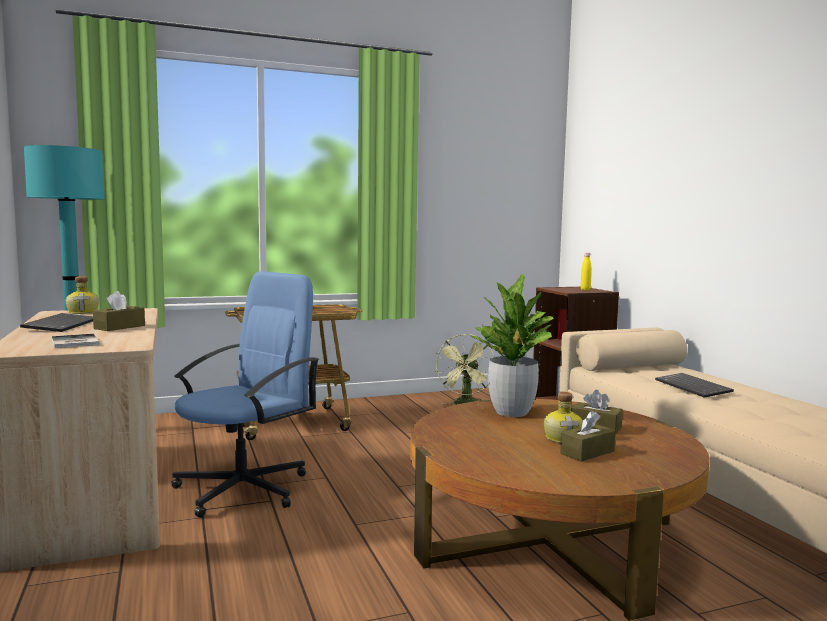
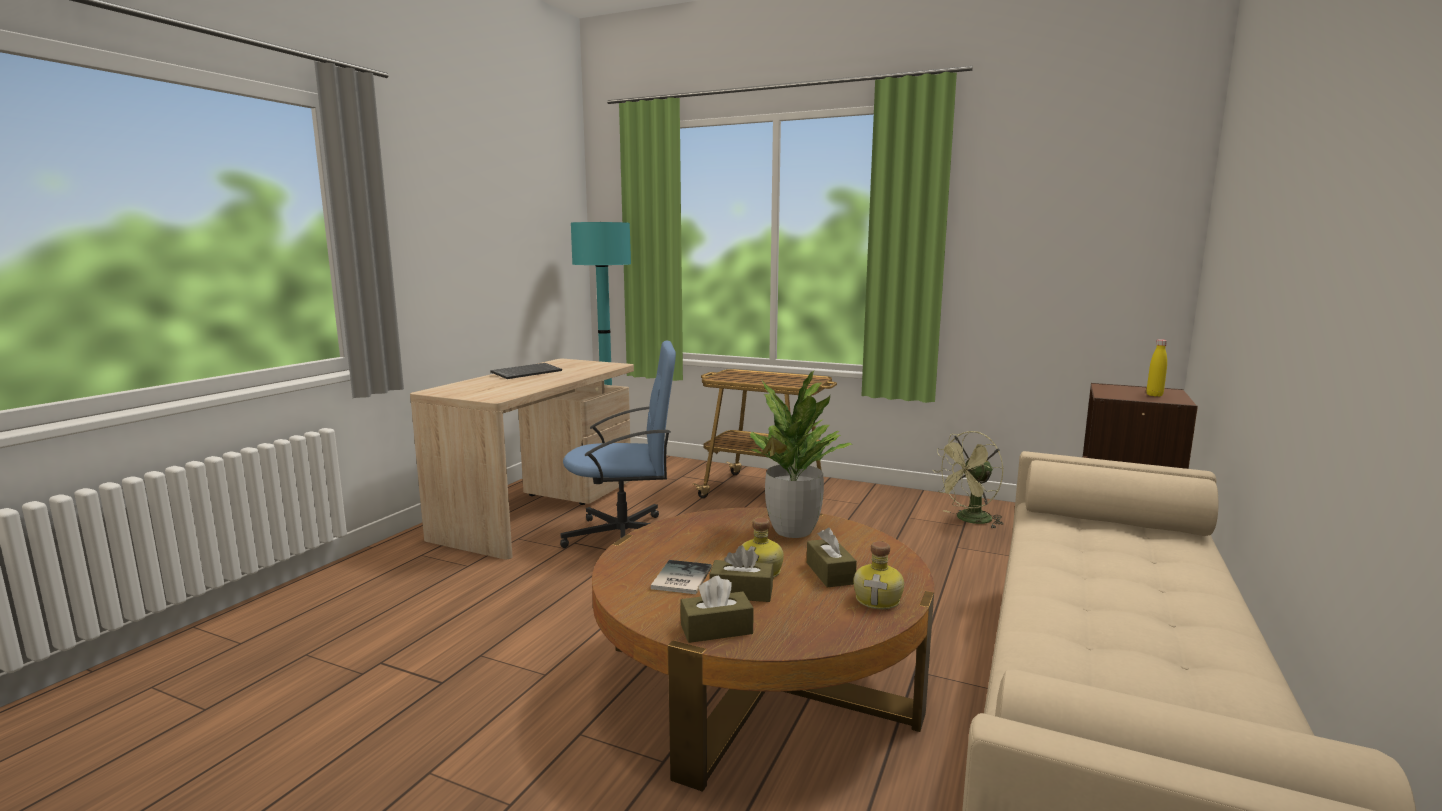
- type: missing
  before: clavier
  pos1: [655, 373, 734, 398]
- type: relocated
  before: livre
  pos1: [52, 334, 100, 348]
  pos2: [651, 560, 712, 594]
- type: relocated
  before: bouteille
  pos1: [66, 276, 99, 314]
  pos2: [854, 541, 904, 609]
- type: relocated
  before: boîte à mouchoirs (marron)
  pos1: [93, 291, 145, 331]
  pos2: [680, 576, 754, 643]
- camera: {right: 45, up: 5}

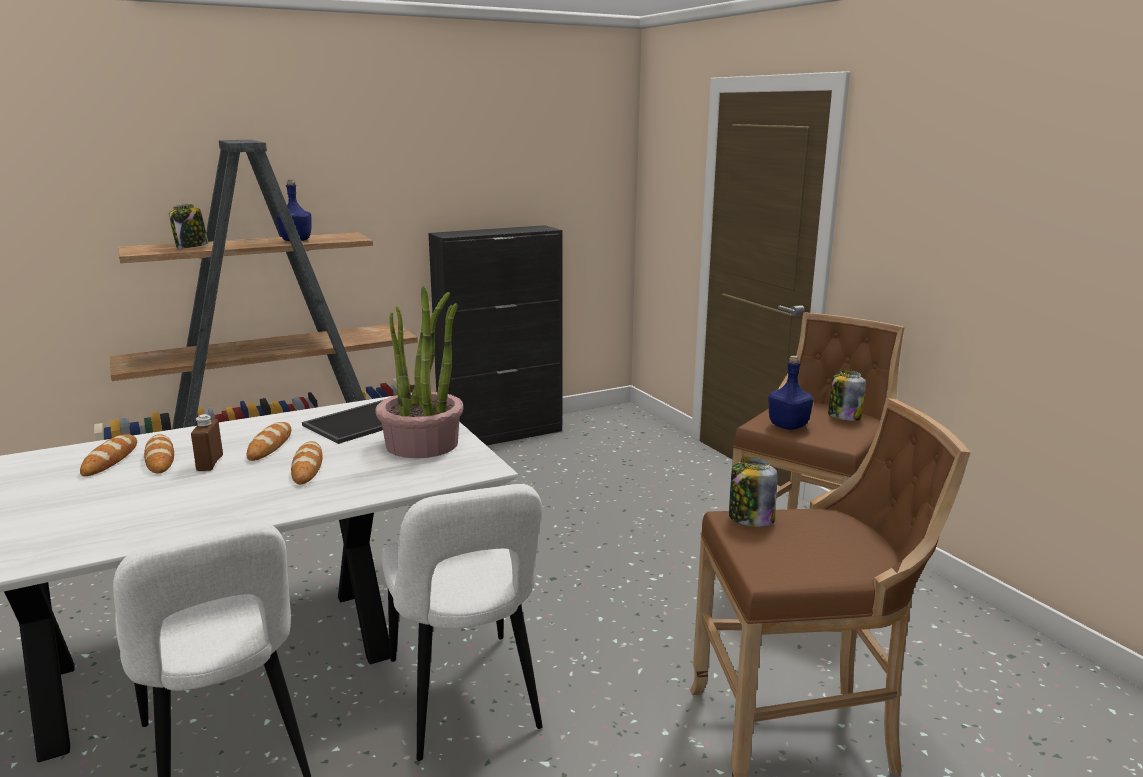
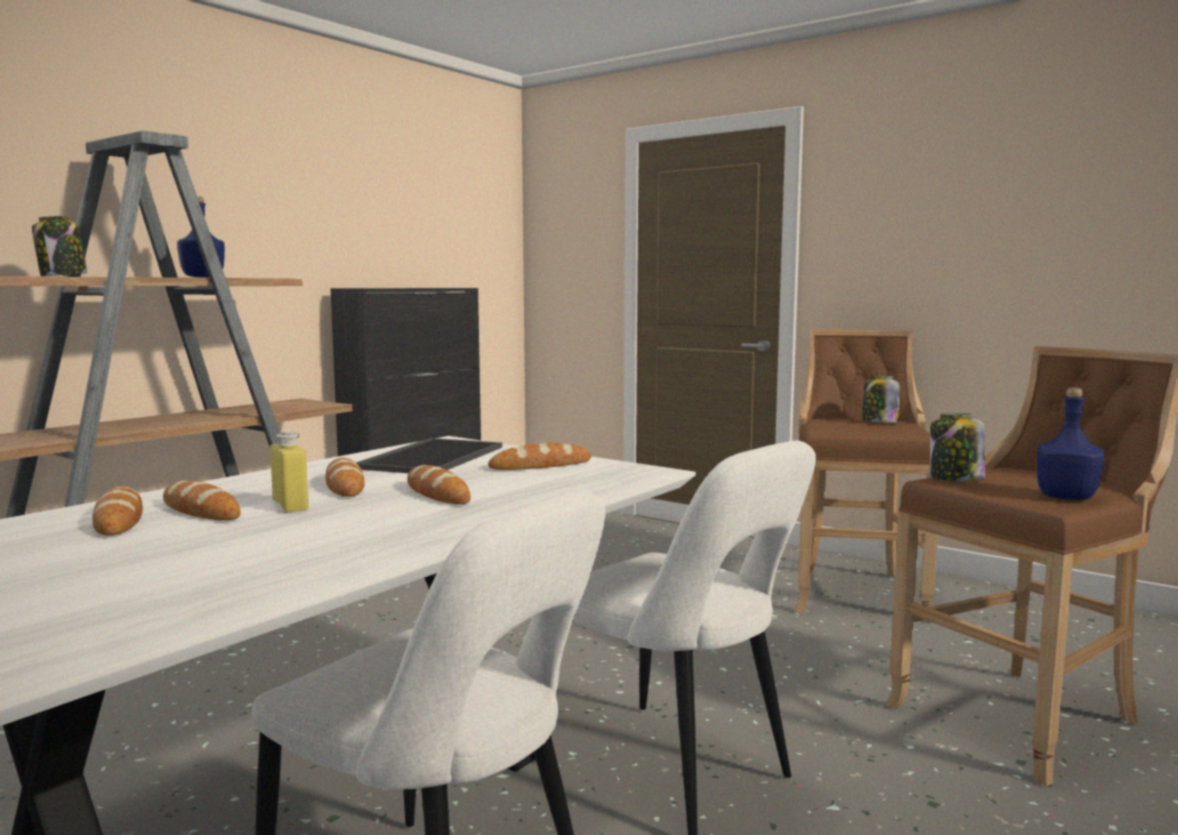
- type: relocated
  before: bouteille (bleu)
  pos1: [768, 356, 813, 430]
  pos2: [1037, 388, 1104, 500]
- type: exchanged
  before: plante en pot
  after: pain
  pos1: [375, 286, 463, 458]
  pos2: [488, 443, 591, 470]
- type: colour
  before: bouteille (marron)
  after: bouteille (jaune)
  pos1: [191, 414, 223, 471]
  pos2: [270, 431, 309, 512]
- camera: {right: -25, up: -10}

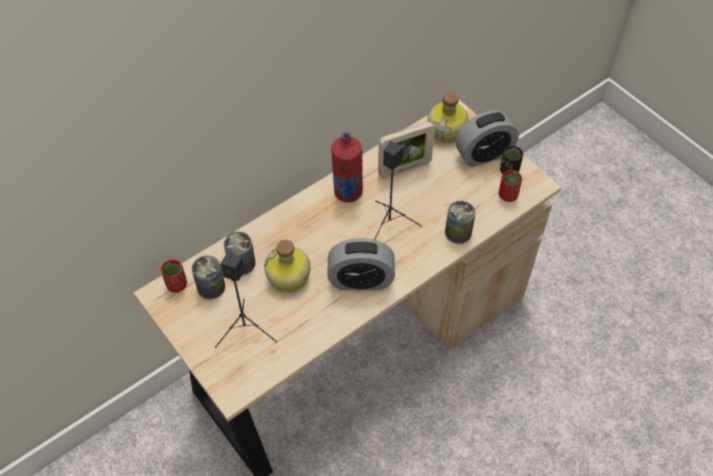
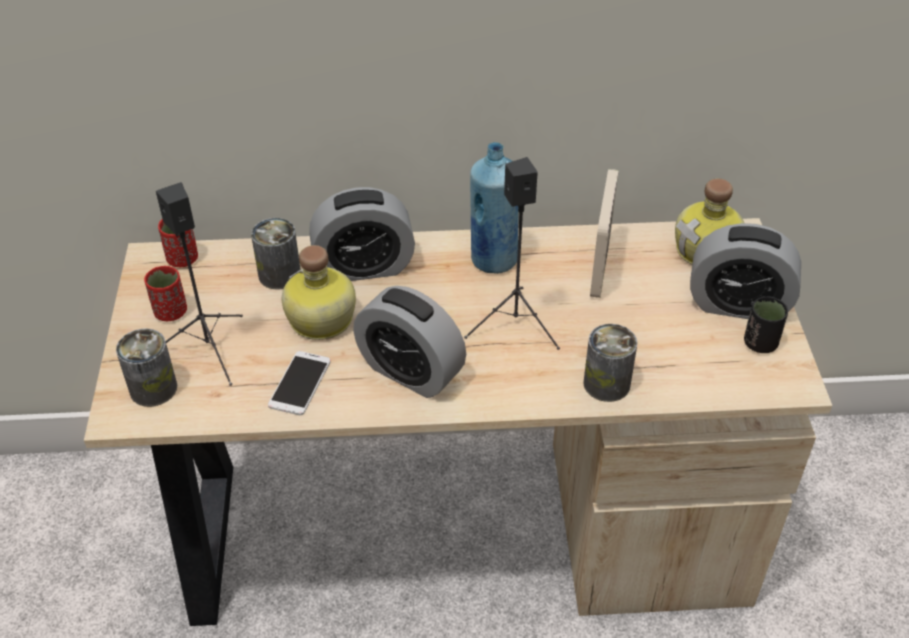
- type: appeared
  after: téléphone
  pos2: [268, 351, 331, 415]
- type: appeared
  after: réveil
  pos2: [309, 187, 415, 281]
- type: relocated
  before: boîte métallique
  pos1: [192, 255, 225, 299]
  pos2: [116, 328, 177, 407]
- type: relocated
  before: tasse (rouge)
  pos1: [499, 170, 522, 202]
  pos2: [144, 266, 187, 321]
- type: colour
  before: bouteille (rouge)
  after: bouteille (bleu)
  pos1: [331, 132, 363, 202]
  pos2: [470, 142, 518, 274]
- type: spun
  before: cadre photo
  pos1: [378, 122, 435, 178]
  pos2: [590, 169, 619, 298]
  turn: 90
- camera: {right: 35, up: -10}

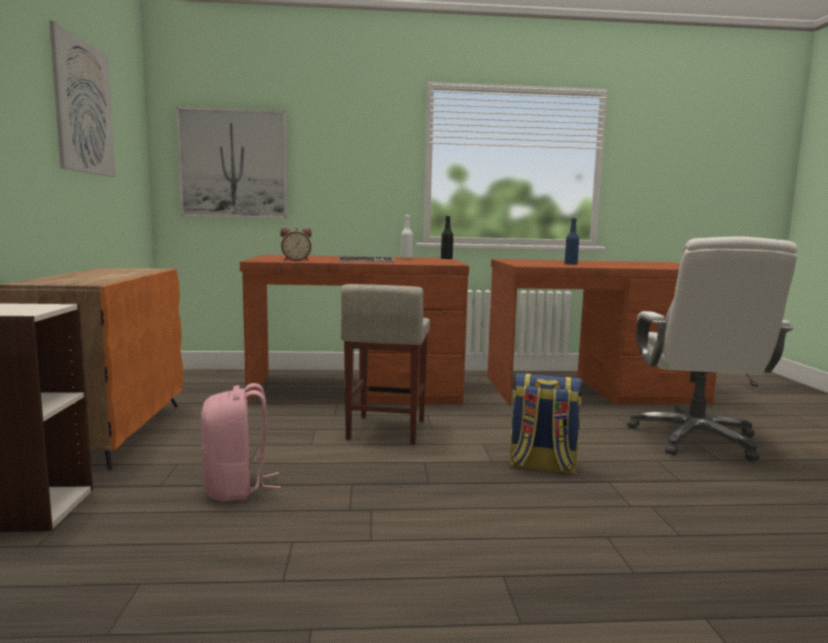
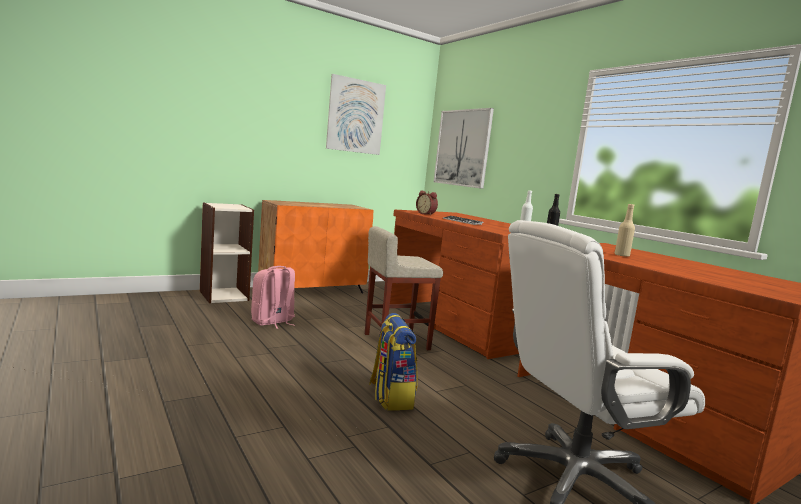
- type: colour
  before: bouteille (bleu)
  after: bouteille (beige)
  pos1: [565, 218, 579, 265]
  pos2: [615, 204, 635, 257]
- camera: {right: 60, up: 0}

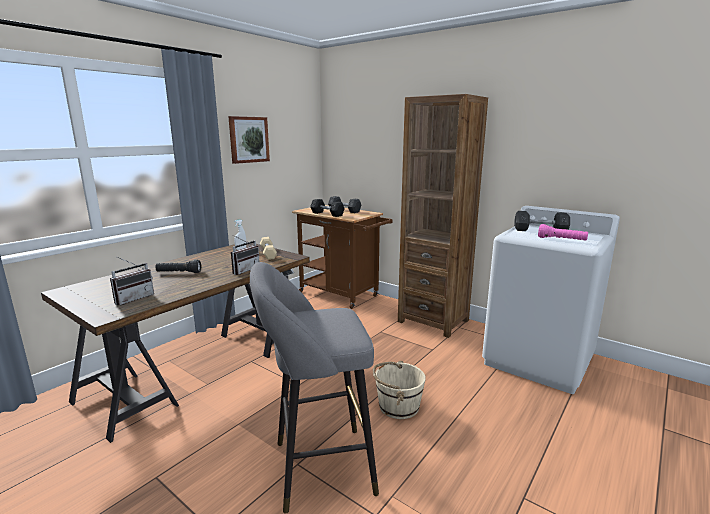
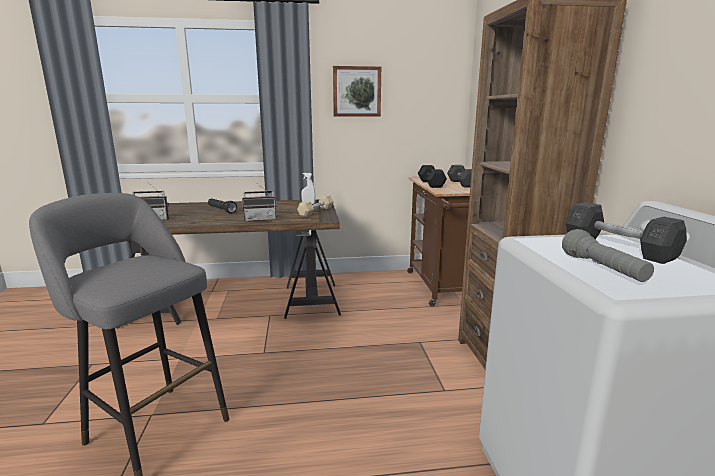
- type: missing
  before: seau (beige)
  pos1: [373, 361, 426, 419]
- type: colour
  before: lampe de poche (rose)
  after: lampe de poche (gris)
  pos1: [538, 224, 588, 241]
  pos2: [562, 229, 654, 282]
- camera: {right: 45, up: 0}

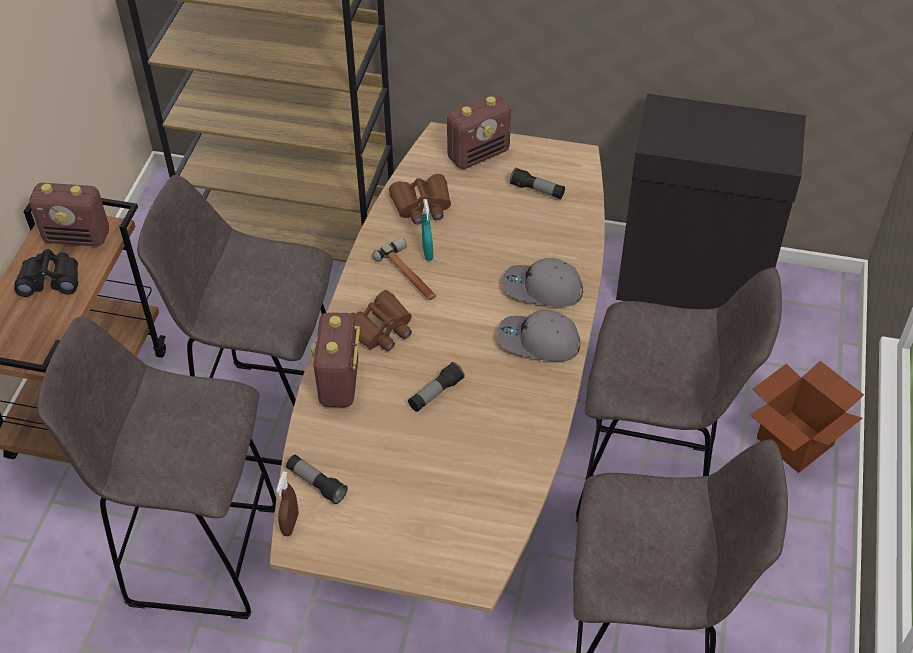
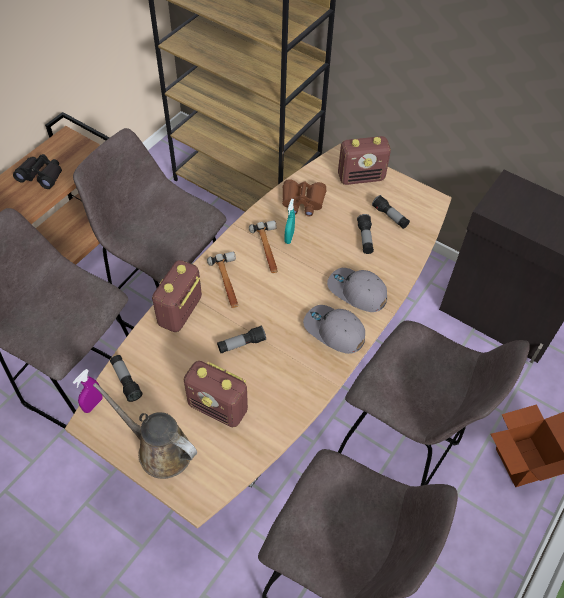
- type: appeared
  after: arrosoir (marron)
  pos2: [93, 383, 197, 479]
- type: appeared
  after: lampe de poche
  pos2: [357, 214, 374, 254]
- type: relocated
  before: radio
  pos1: [29, 183, 109, 246]
  pos2: [184, 361, 248, 427]
- type: exchanged
  before: jumelles (marron)
  after: marteau
  pos1: [350, 290, 412, 351]
  pos2: [207, 252, 238, 308]
- type: colour
  before: vaporisateur (marron)
  after: vaporisateur (violet)
  pos1: [276, 471, 299, 536]
  pos2: [73, 369, 103, 413]
- camera: {right: 20, up: 5}

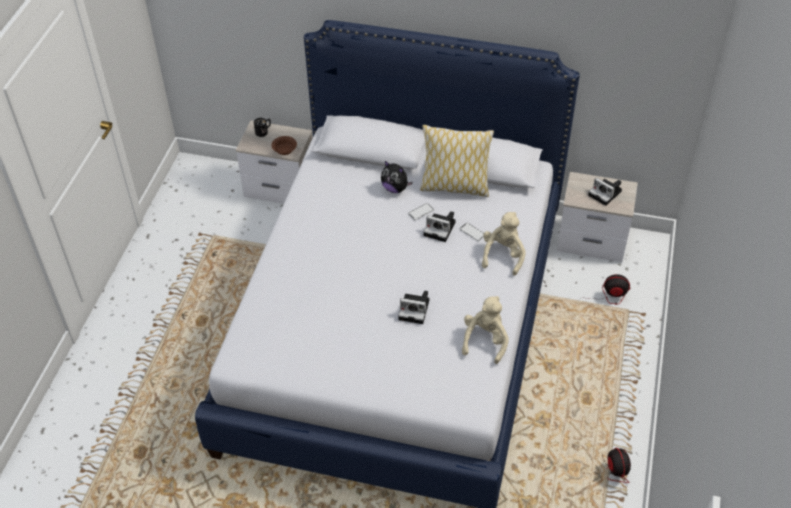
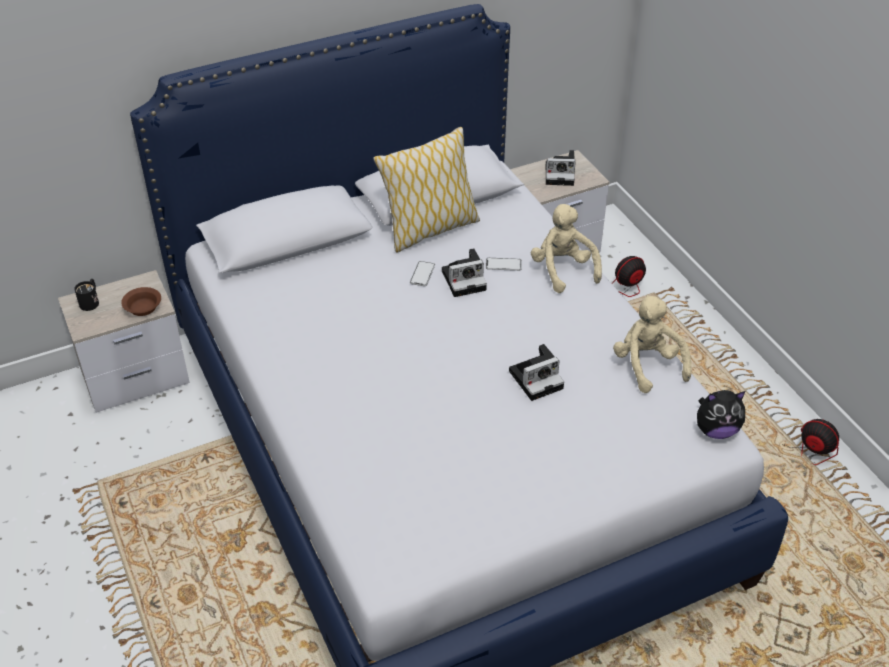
- type: relocated
  before: peluche
  pos1: [381, 161, 413, 193]
  pos2: [697, 390, 745, 439]
- camera: {right: -40, up: -5}

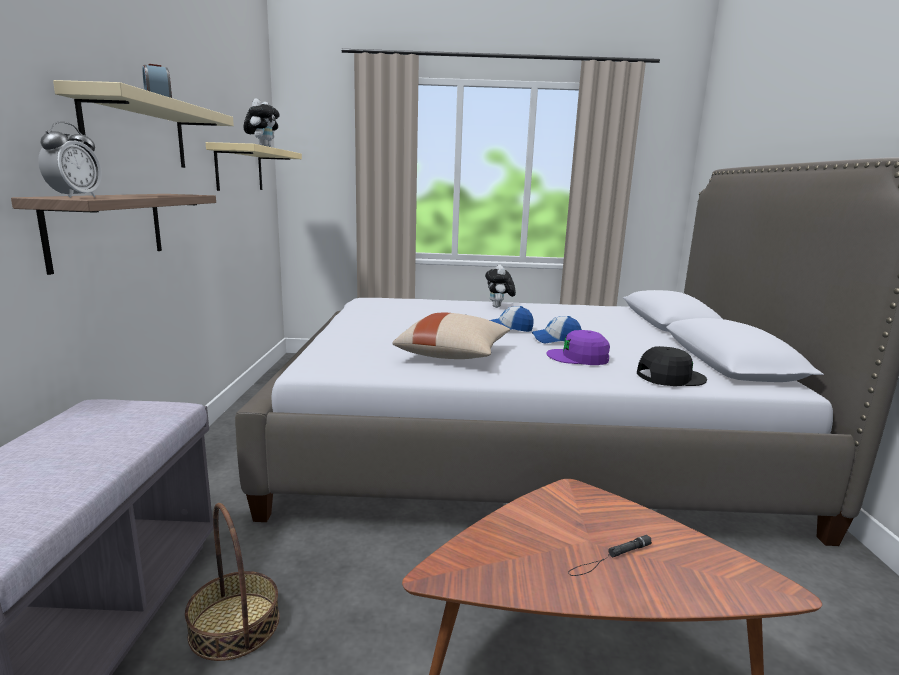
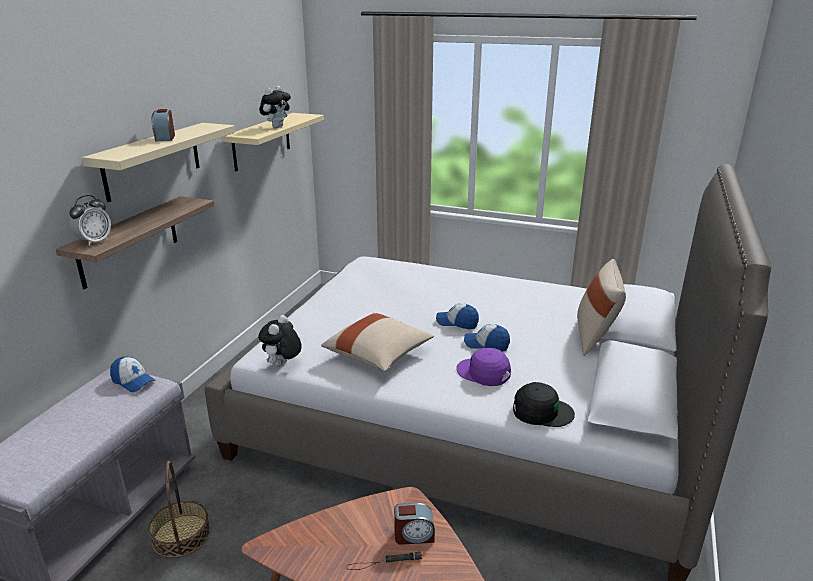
- type: appeared
  after: casquette
  pos2: [110, 357, 156, 392]
- type: appeared
  after: réveil
  pos2: [394, 503, 435, 545]
- type: appeared
  after: coussin (beige)
  pos2: [577, 259, 626, 356]
- type: relocated
  before: peluche
  pos1: [485, 264, 516, 308]
  pos2: [258, 315, 302, 366]
- camera: {right: 20, up: 10}

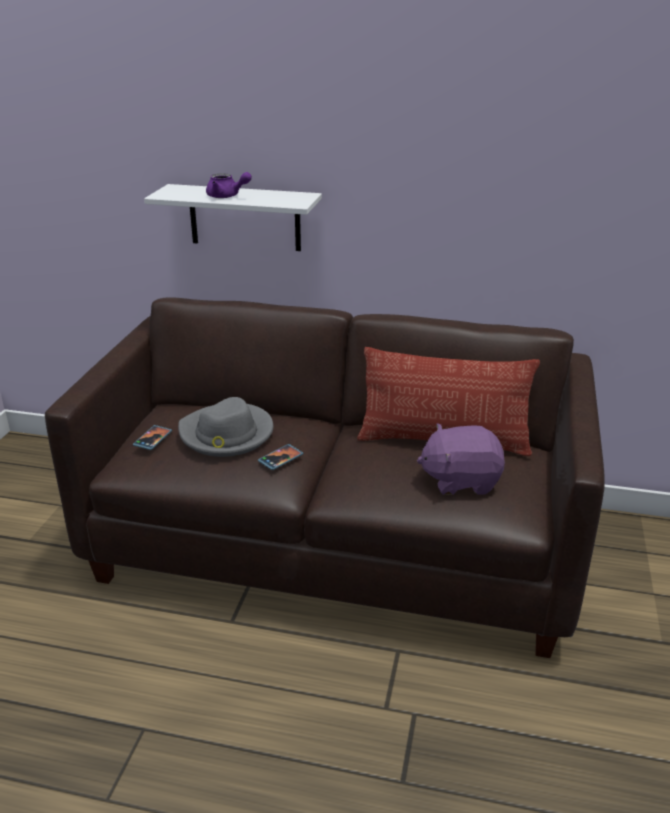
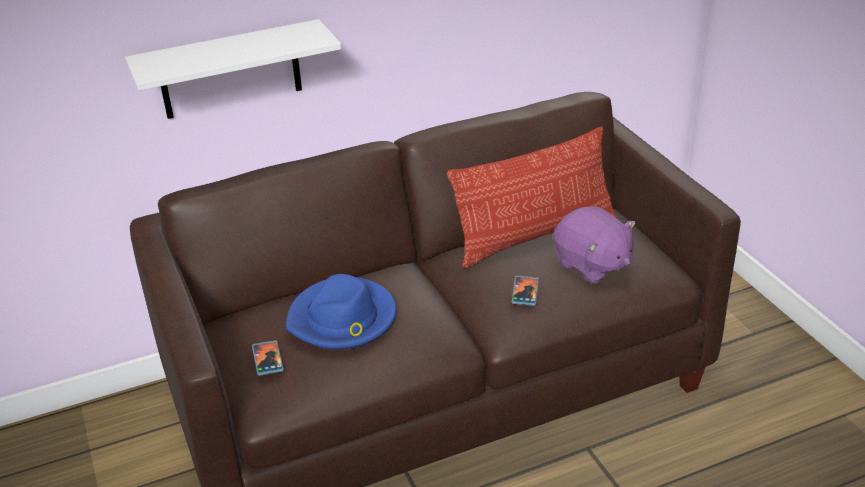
- type: missing
  before: théière (violet)
  pos1: [206, 172, 252, 198]
- type: relocated
  before: téléphone
  pos1: [258, 444, 303, 470]
  pos2: [512, 276, 539, 306]
- type: colour
  before: chapeau (gris)
  after: chapeau (bleu)
  pos1: [178, 397, 273, 457]
  pos2: [285, 274, 397, 350]
- type: spun
  before: peluche (violet)
  pos1: [417, 423, 505, 495]
  pos2: [553, 206, 636, 284]
  turn: -90
- camera: {right: -35, up: 5}

